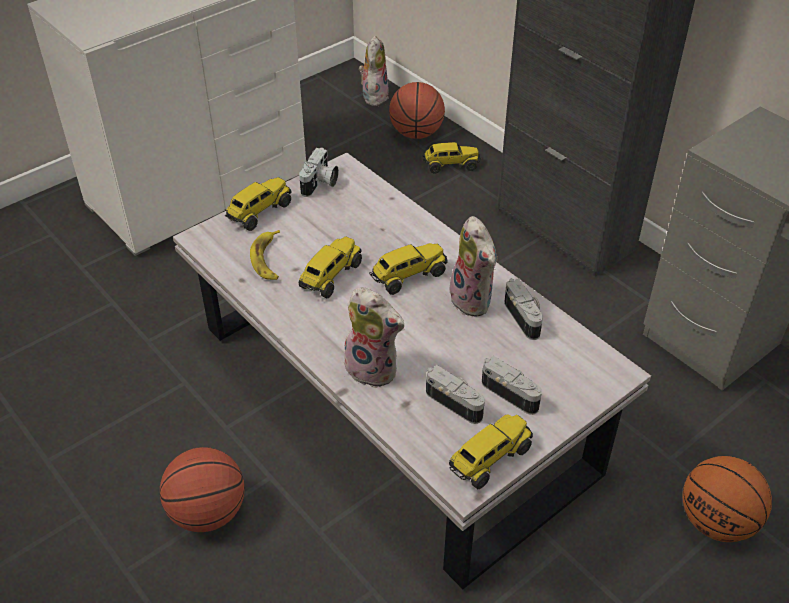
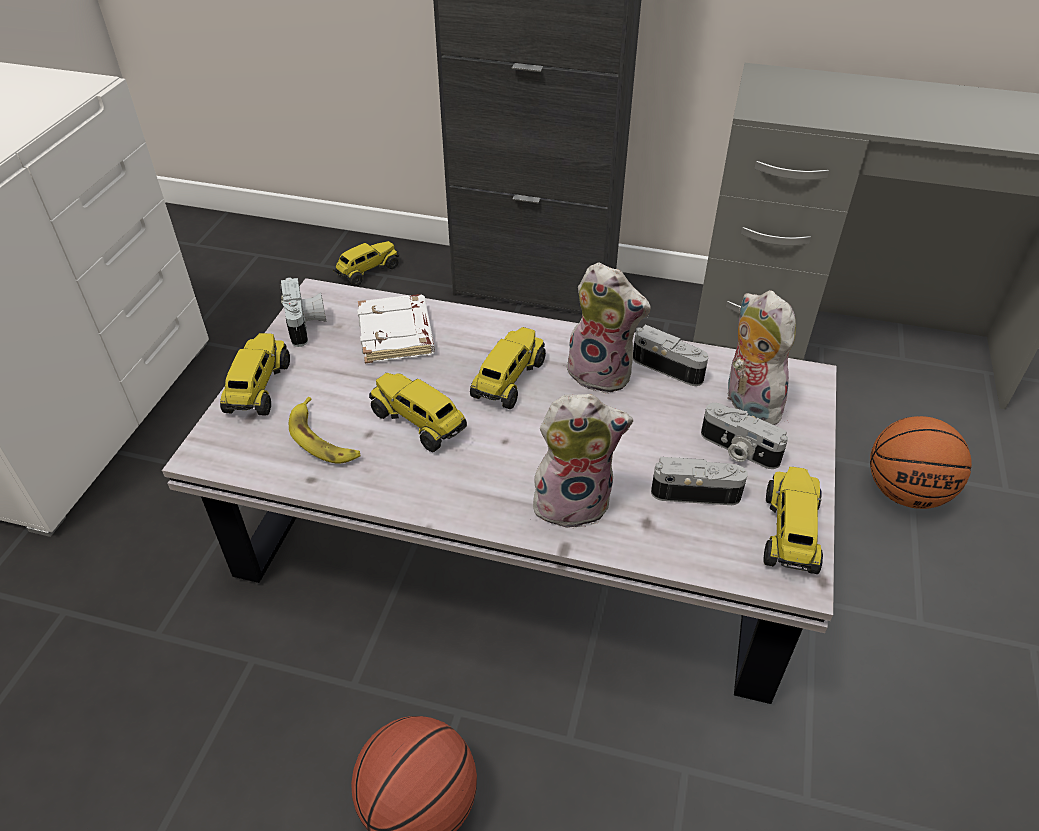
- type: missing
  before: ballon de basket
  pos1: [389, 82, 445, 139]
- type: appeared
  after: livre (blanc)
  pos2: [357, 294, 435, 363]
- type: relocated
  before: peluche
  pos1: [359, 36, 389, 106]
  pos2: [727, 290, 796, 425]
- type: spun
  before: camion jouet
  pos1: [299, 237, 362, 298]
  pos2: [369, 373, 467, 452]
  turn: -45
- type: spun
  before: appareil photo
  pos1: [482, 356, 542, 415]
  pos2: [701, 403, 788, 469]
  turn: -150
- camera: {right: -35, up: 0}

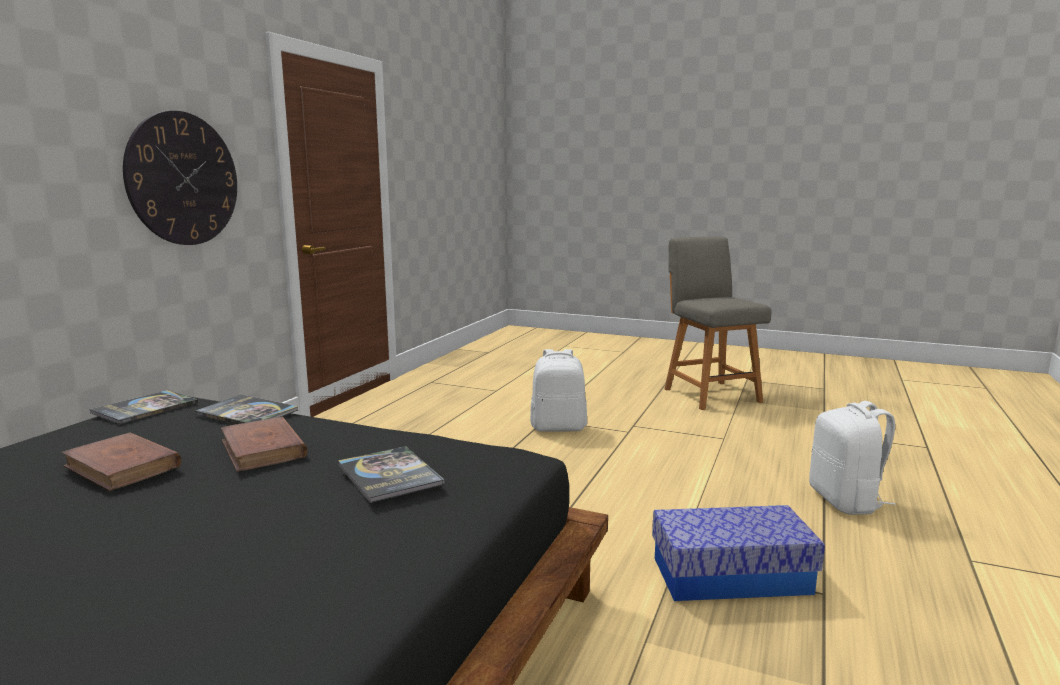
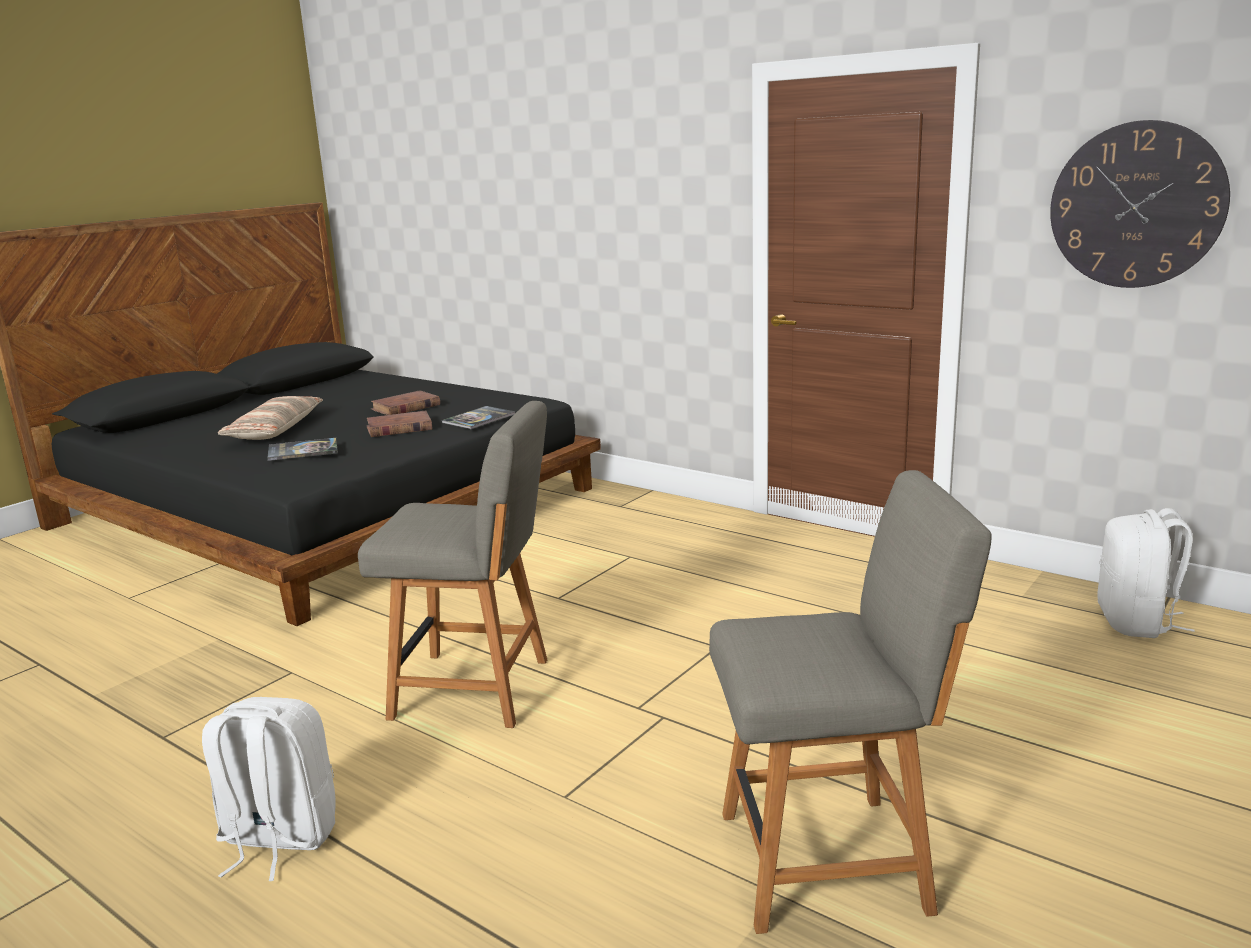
- type: missing
  before: livre
  pos1: [89, 390, 198, 424]
- type: missing
  before: boîte de rangement
  pos1: [652, 505, 825, 601]
- type: appeared
  after: coussin
  pos2: [218, 396, 323, 440]
- type: appeared
  after: chaise (gris)
  pos2: [358, 401, 547, 728]
- type: relocated
  before: horloge murale
  pos1: [123, 111, 237, 245]
  pos2: [1050, 120, 1230, 288]
- type: relocated
  before: sac à dos (blanc)
  pos1: [530, 349, 587, 432]
  pos2: [1098, 508, 1194, 638]
- camera: {right: 105, up: 5}

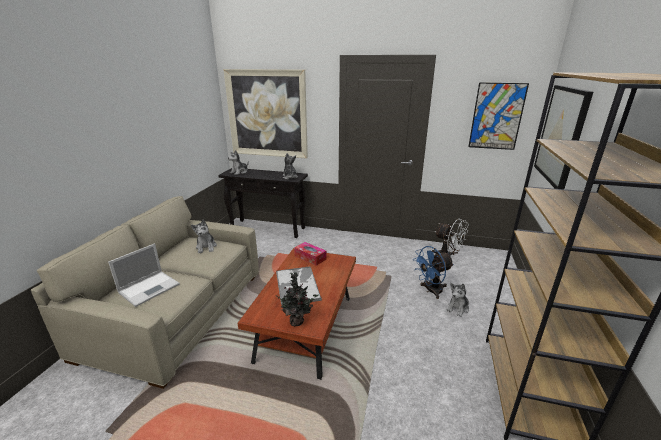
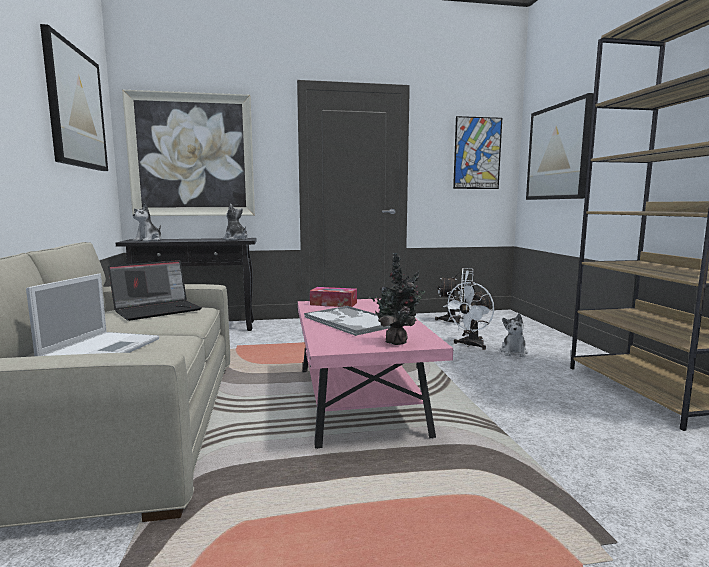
- type: appeared
  after: tableau
  pos2: [40, 24, 108, 171]
- type: exchanged
  before: peluche
  after: ordinateur portable
  pos1: [191, 219, 217, 253]
  pos2: [108, 260, 202, 321]
- type: colour
  before: table basse (marron)
  after: table basse (rose)
  pos1: [238, 248, 356, 379]
  pos2: [297, 298, 453, 450]
- type: colour
  before: ventilateur (bleu)
  after: ventilateur (blanc)
  pos1: [414, 246, 454, 299]
  pos2: [443, 282, 494, 350]
- camera: {right: -25, up: -15}

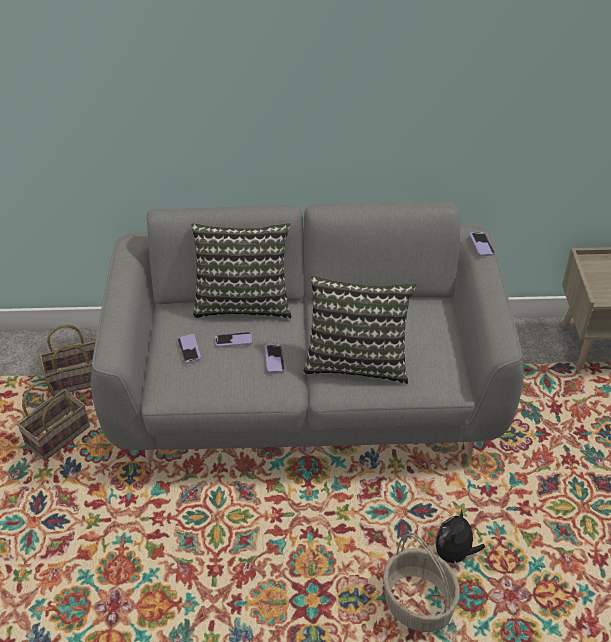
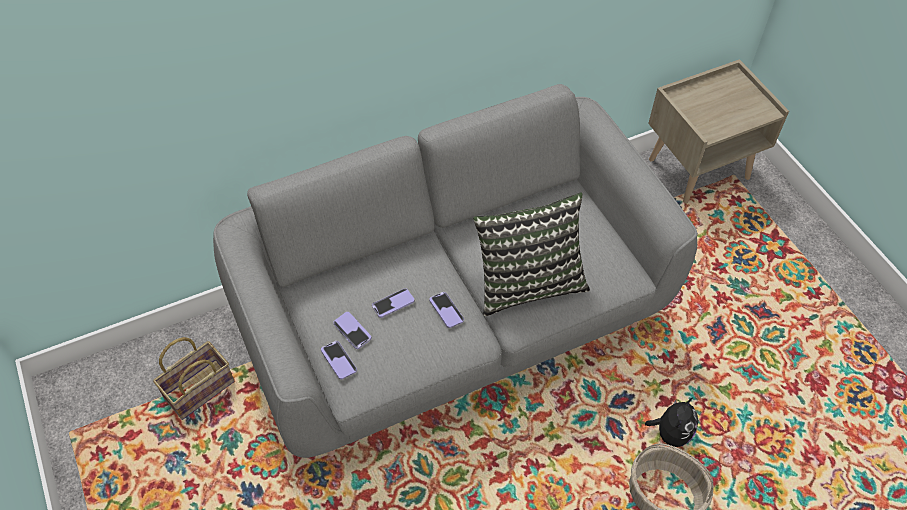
- type: missing
  before: panier
  pos1: [17, 381, 90, 461]
- type: missing
  before: coussin
  pos1: [191, 223, 292, 319]
- type: relocated
  before: téléphone
  pos1: [470, 232, 495, 256]
  pos2: [321, 341, 357, 379]
- type: spun
  before: peluche
  pos1: [435, 509, 485, 570]
  pos2: [645, 398, 698, 447]
  turn: -150
- camera: {right: -25, up: 10}

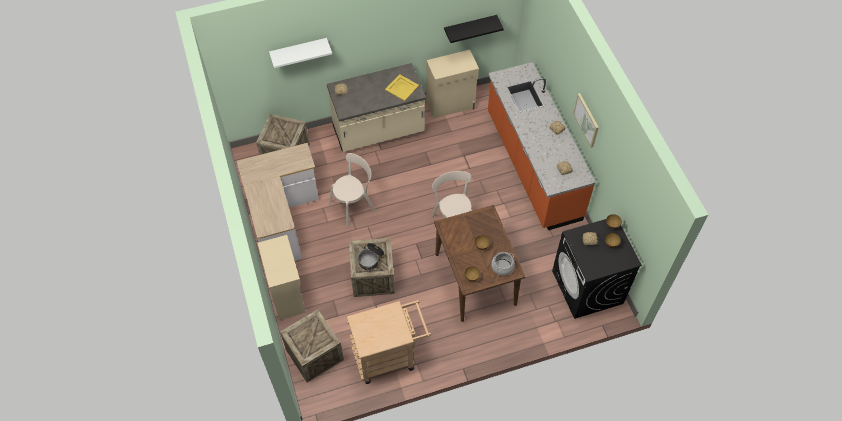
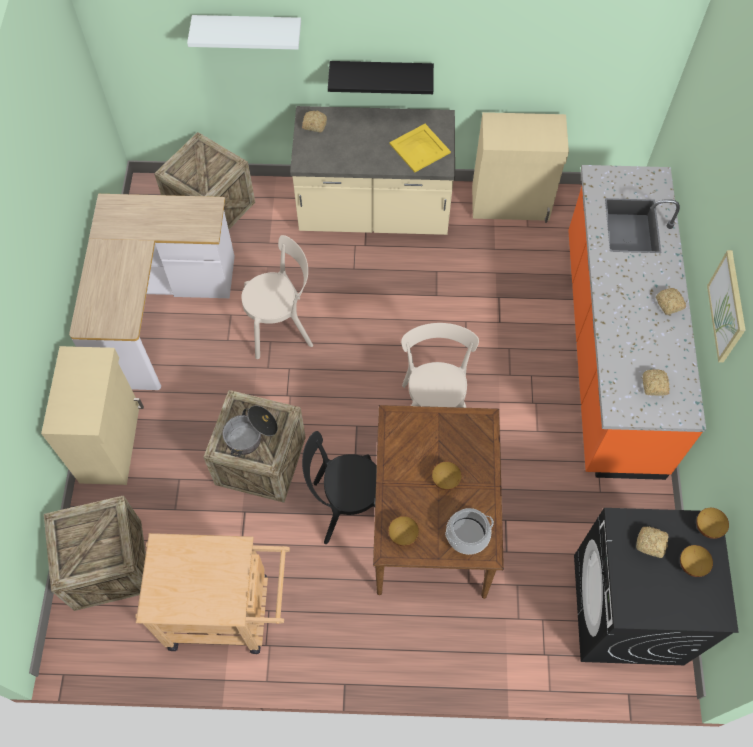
- type: appeared
  after: chaise (noir)
  pos2: [302, 431, 377, 544]
- type: relocated
  before: étagère (noir)
  pos1: [444, 15, 504, 43]
  pos2: [328, 61, 434, 94]
- camera: {right: 20, up: 5}

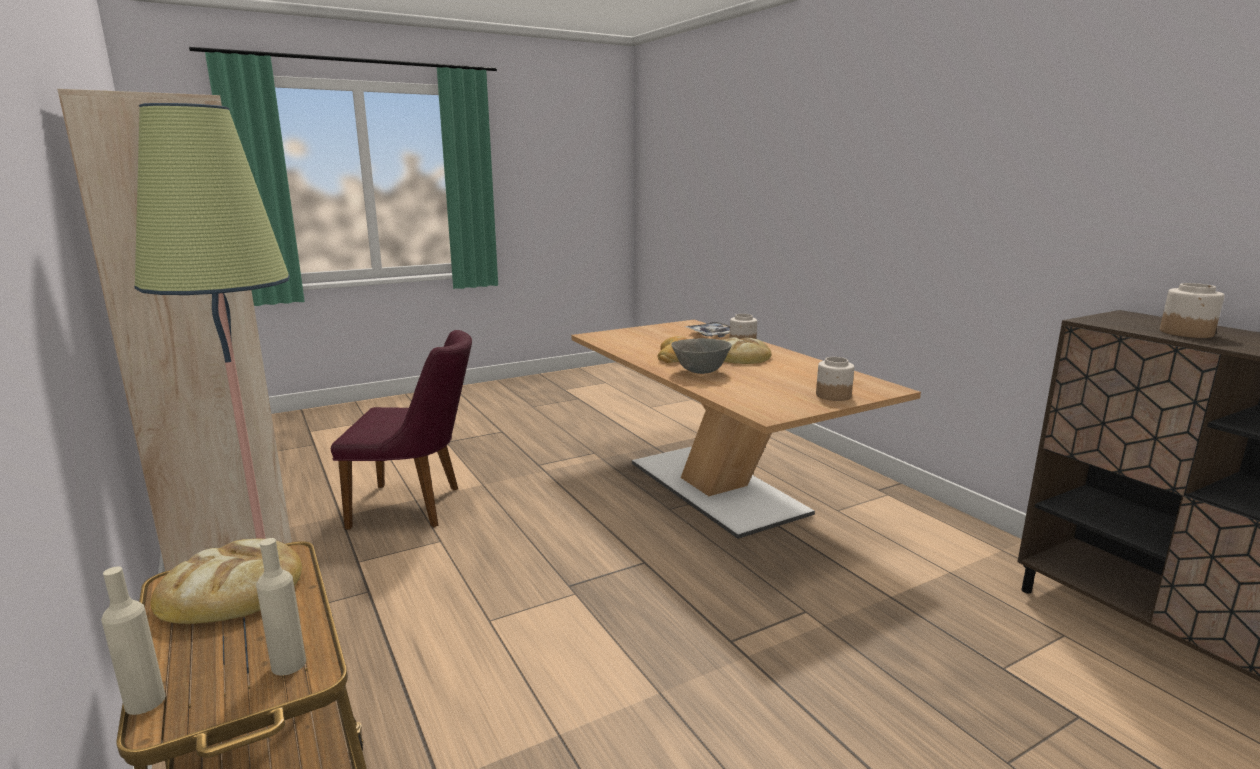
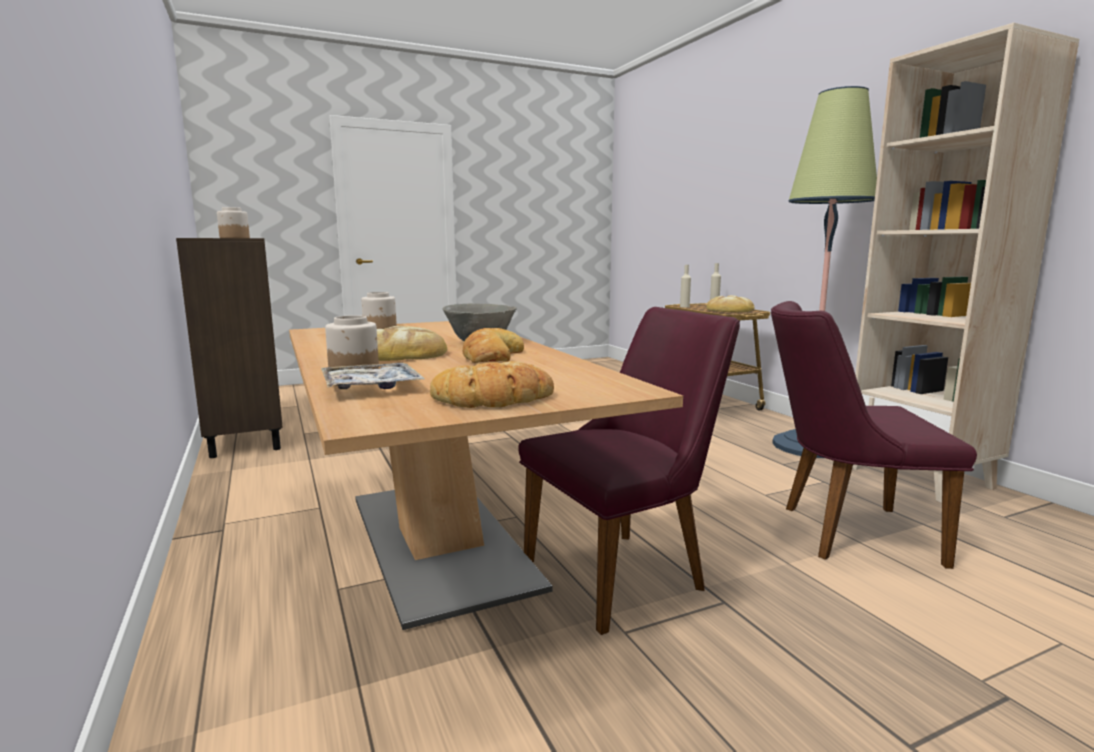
- type: appeared
  after: pain
  pos2: [430, 361, 554, 408]
- type: appeared
  after: chaise (violet)
  pos2: [518, 307, 740, 635]
- camera: {right: -175, up: -5}

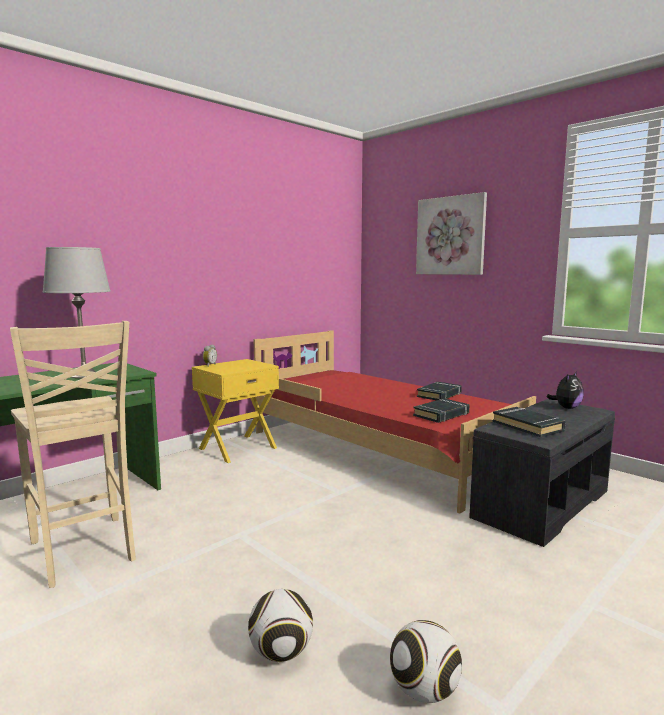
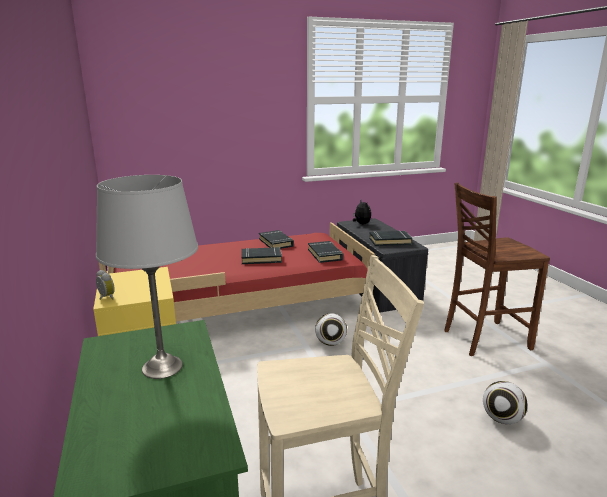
- type: missing
  before: tableau
  pos1: [416, 192, 487, 275]
- type: appeared
  after: livre (noir)
  pos2: [241, 247, 282, 264]
- type: appeared
  after: chaise (marron)
  pos2: [444, 182, 550, 356]
- type: relocated
  before: ballon de foot
  pos1: [390, 620, 462, 703]
  pos2: [315, 313, 347, 346]
- camera: {right: -65, up: 10}

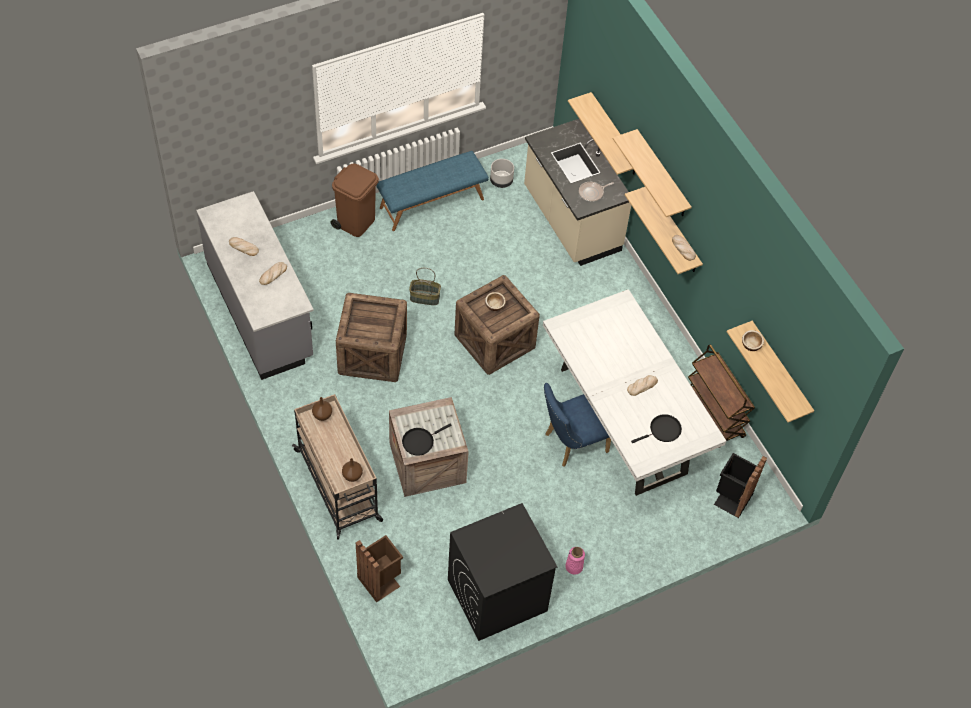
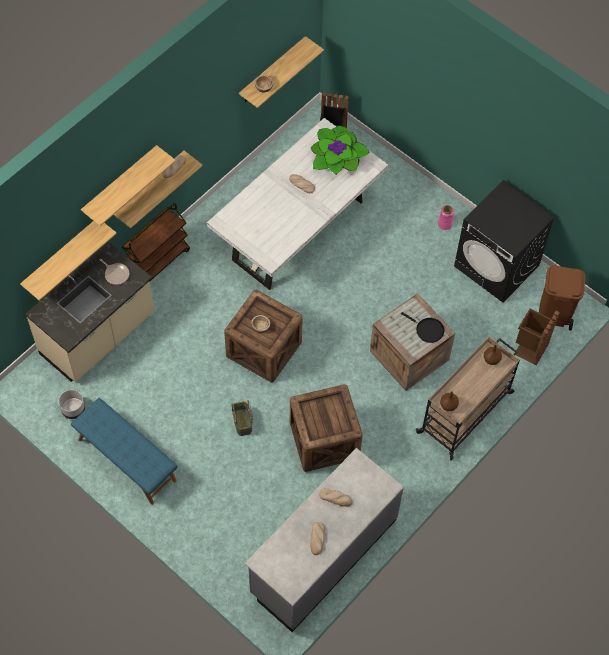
- type: missing
  before: chaise (bleu)
  pos1: [544, 383, 611, 467]
- type: relocated
  before: poubelle (marron)
  pos1: [330, 164, 379, 237]
  pos2: [539, 266, 586, 330]
- type: relocated
  before: chariot (marron)
  pos1: [688, 345, 755, 448]
  pos2: [122, 203, 190, 282]
- type: exchanged
  before: poêle (noir)
  after: plante en pot
  pos1: [631, 414, 682, 443]
  pos2: [311, 126, 369, 175]
- camera: {right: -110, up: 5}

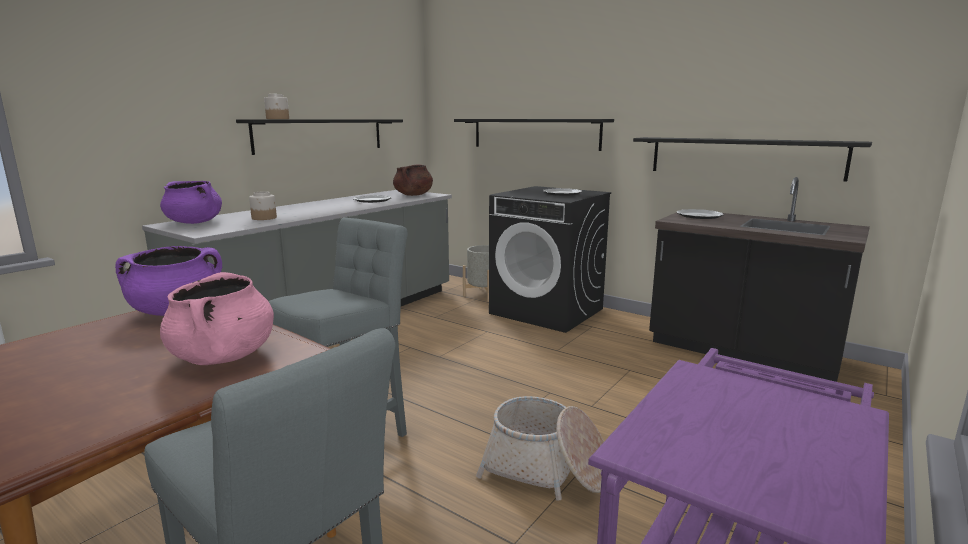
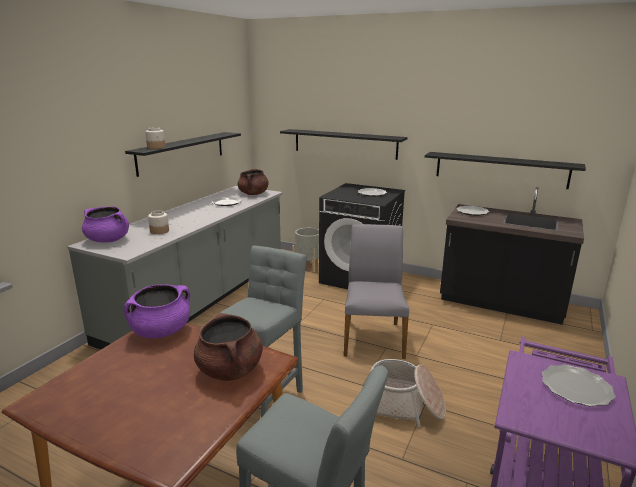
- type: appeared
  after: chaise (gris)
  pos2: [344, 224, 409, 359]
- type: appeared
  after: assiette
  pos2: [542, 365, 616, 407]
- type: colour
  before: marmite (rose)
  after: marmite (marron)
  pos1: [160, 272, 274, 365]
  pos2: [194, 313, 263, 381]
- camera: {right: -10, up: 5}

